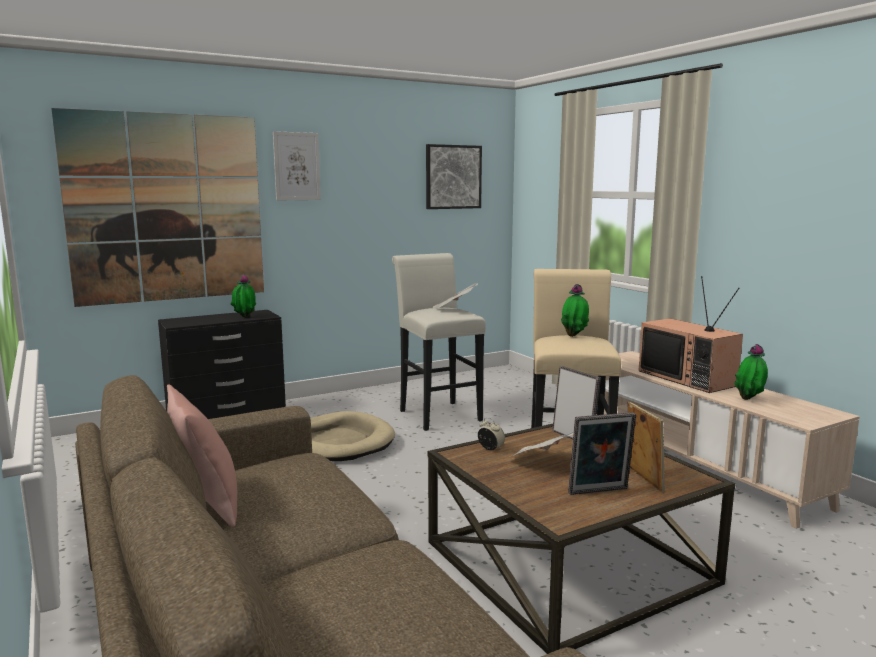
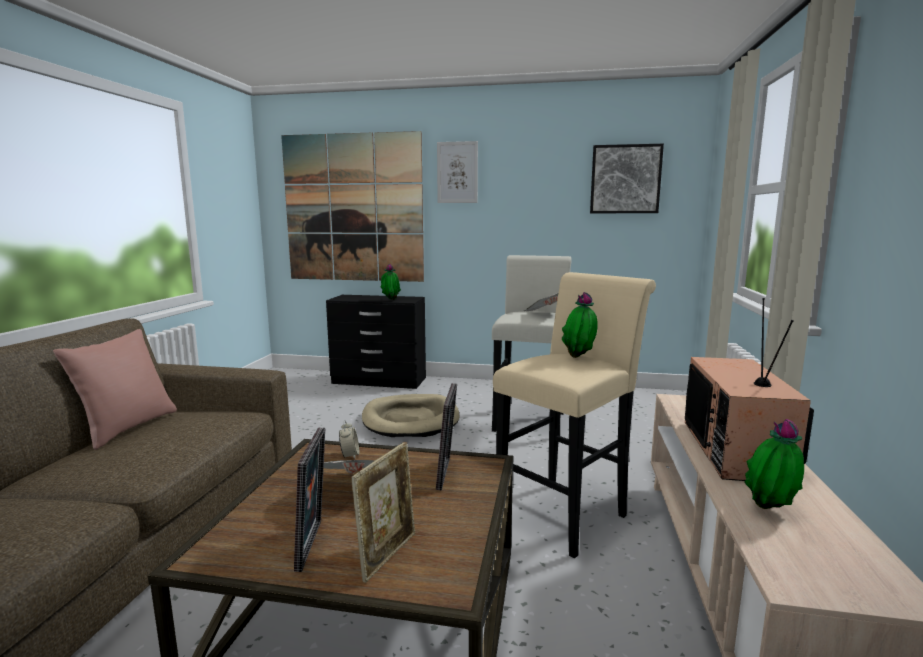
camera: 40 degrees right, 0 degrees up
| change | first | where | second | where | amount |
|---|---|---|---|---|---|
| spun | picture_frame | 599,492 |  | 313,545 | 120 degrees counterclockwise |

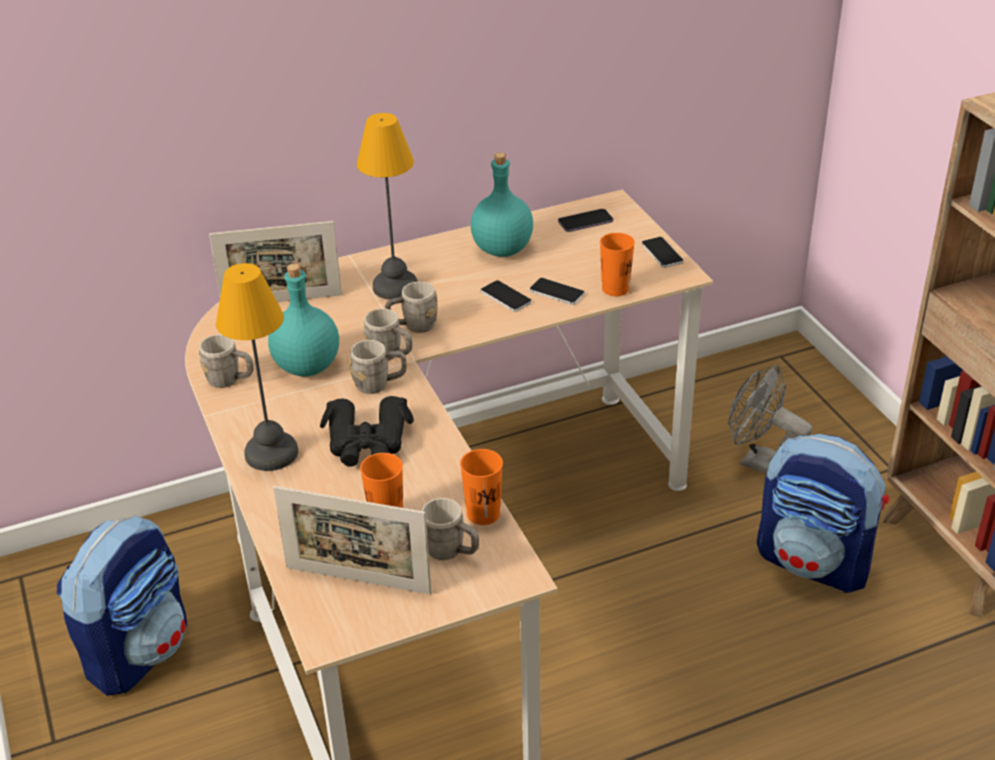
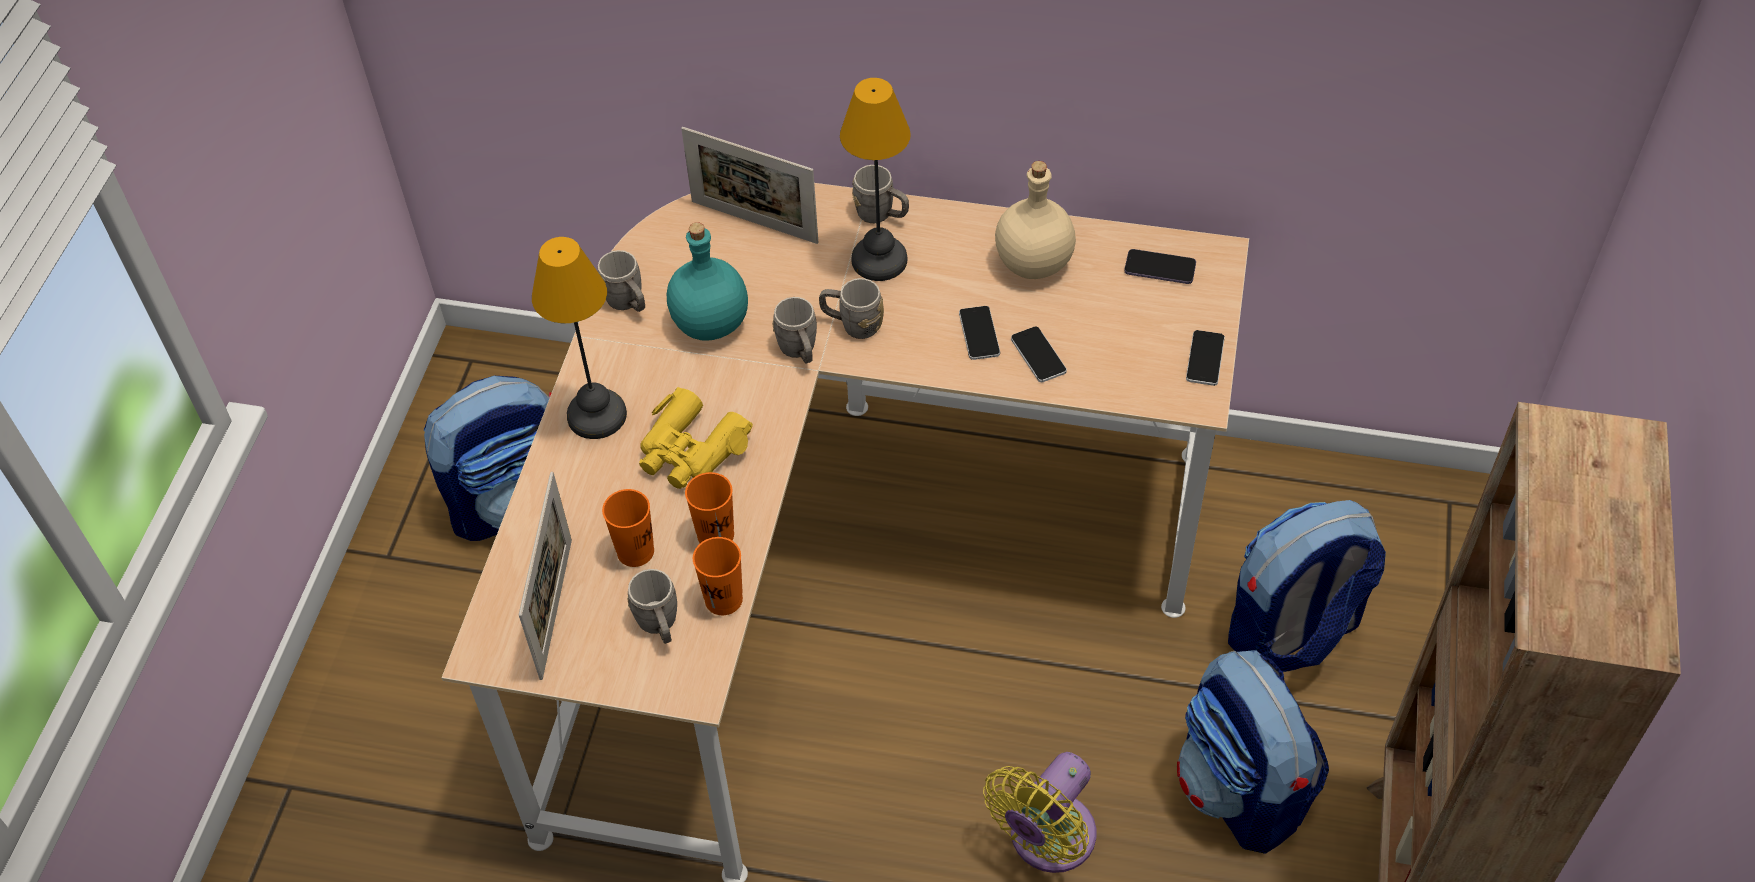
camera: 35 degrees right, 15 degrees up
| change | first | where | second | where | amount |
|---|---|---|---|---|---|
| appeared |  |  | yellow_electric_fan | 1046,840 |  |
| relocated | grey_mug | 379,384 |  | 881,215 |  |
| relocated | orange_drinking_cup | 615,289 |  | 715,535 |  |
| exchanged | grey_electric_fan | 760,463 | backpack | 1292,632 |  |
| colour | blackish_binoculars | 367,442 | yellow_binoculars | 690,450 |  |
| colour | turquoise-coloured_drink_bottle | 501,250 | sand-coloured_drink_bottle | 1032,263 |  |
| spun | picture_frame | 358,580 |  | 556,608 | 135 degrees counterclockwise |

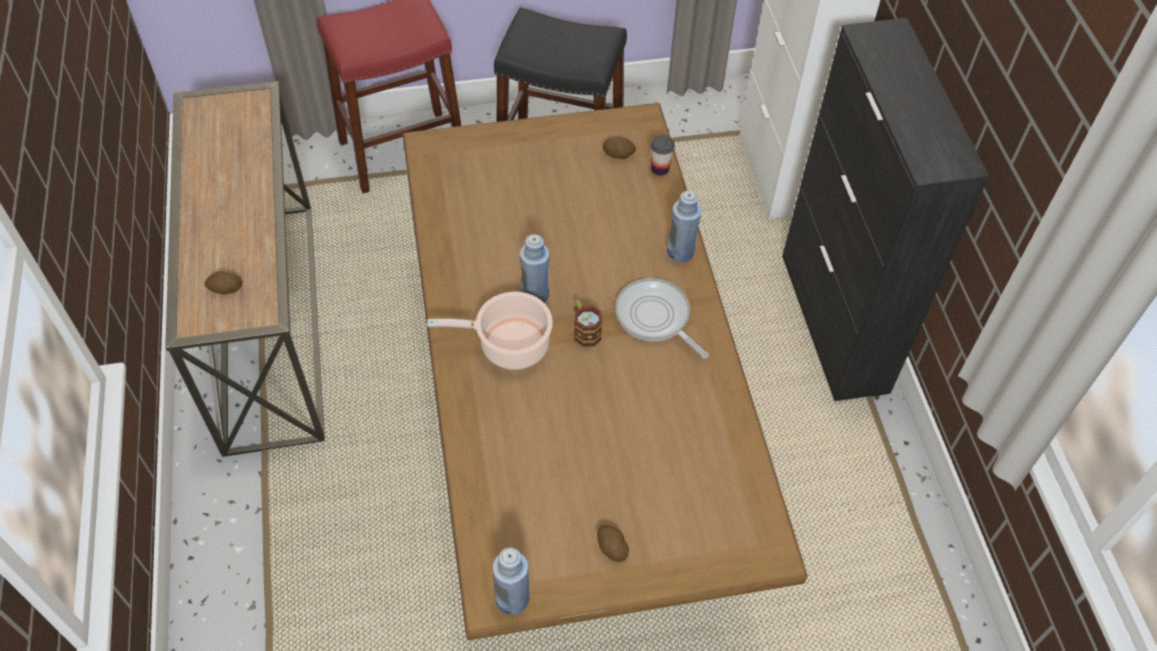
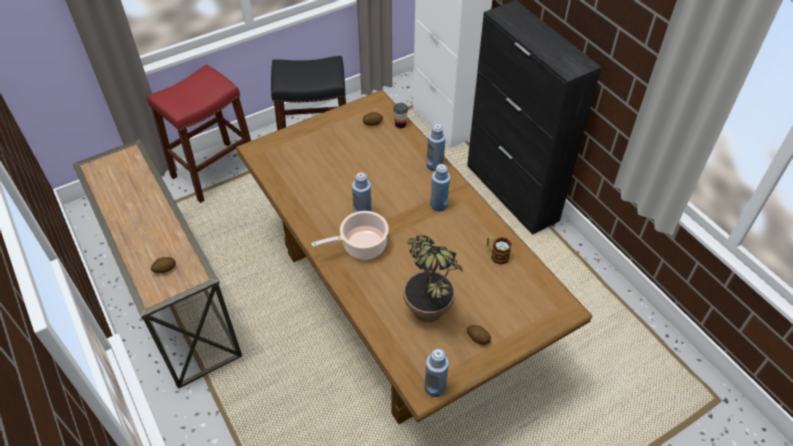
camera: 20 degrees left, 5 degrees down
| change | first | where | second | where | amount |
|---|---|---|---|---|---|
| appeared |  |  | plant_in_a_pot | 428,320 |  |
| relocated | mug | 584,330 |  | 496,254 |  |
| exchanged | frying_pan | 655,318 | bluish_drink_bottle | 438,205 |  |

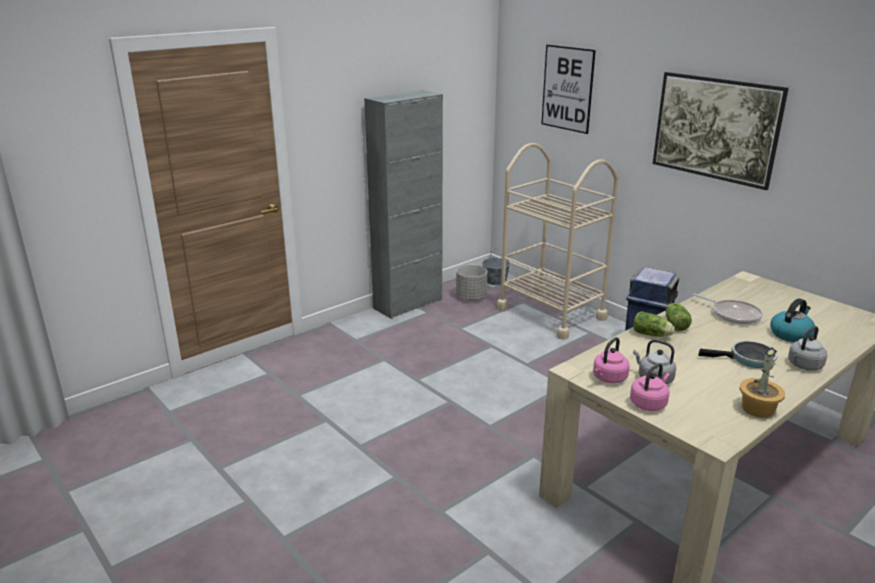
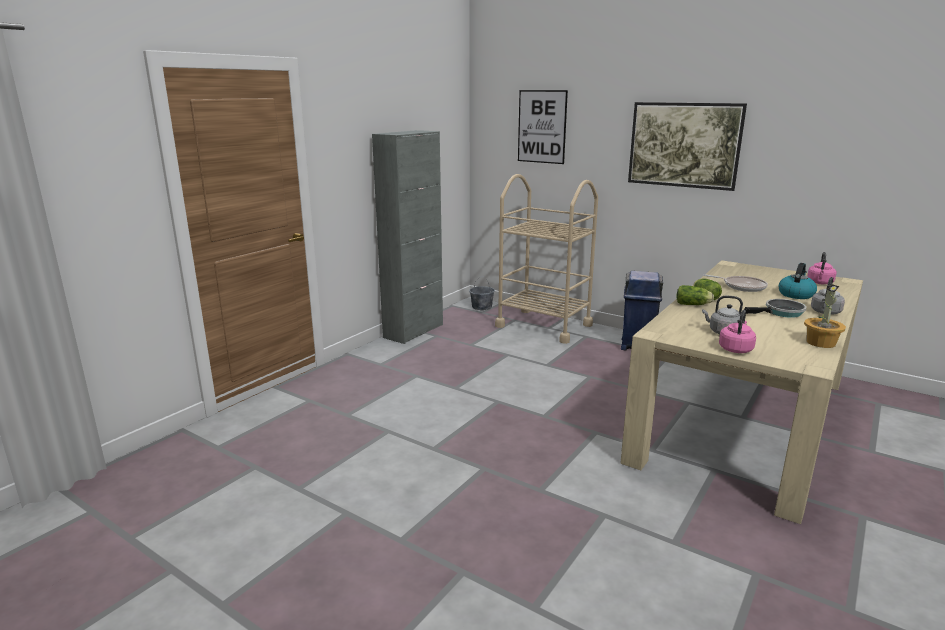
camera: 15 degrees left, 5 degrees down
| change | first | where | second | where | amount |
|---|---|---|---|---|---|
| missing | grey_flower_pot | 471,297 |  |  |  |
| relocated | pinkish_tea_kettle | 608,378 |  | 820,283 |  |

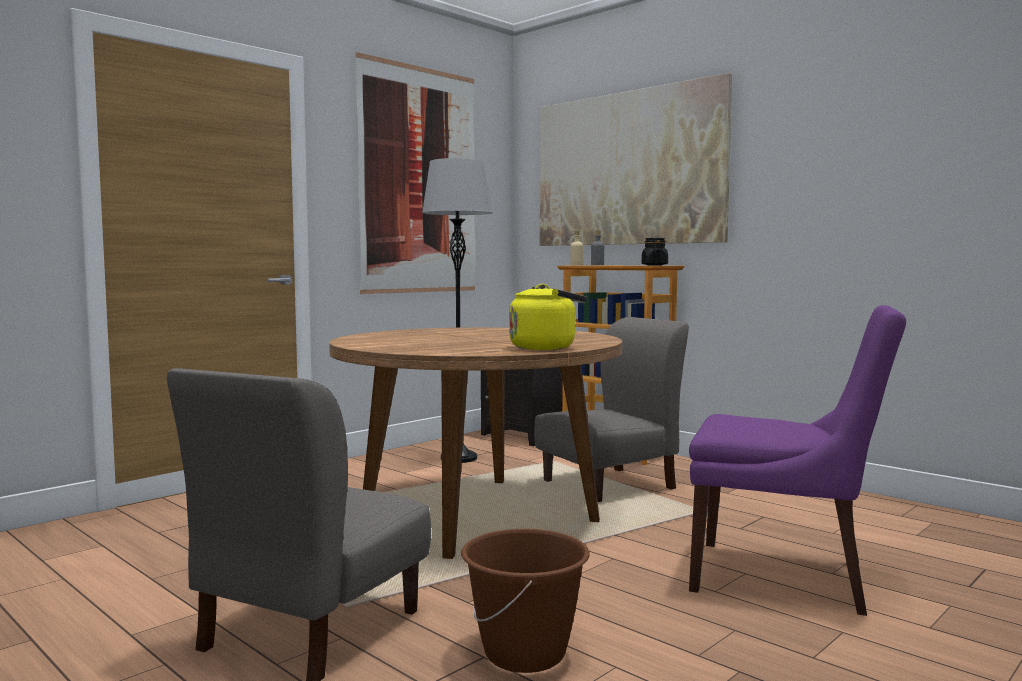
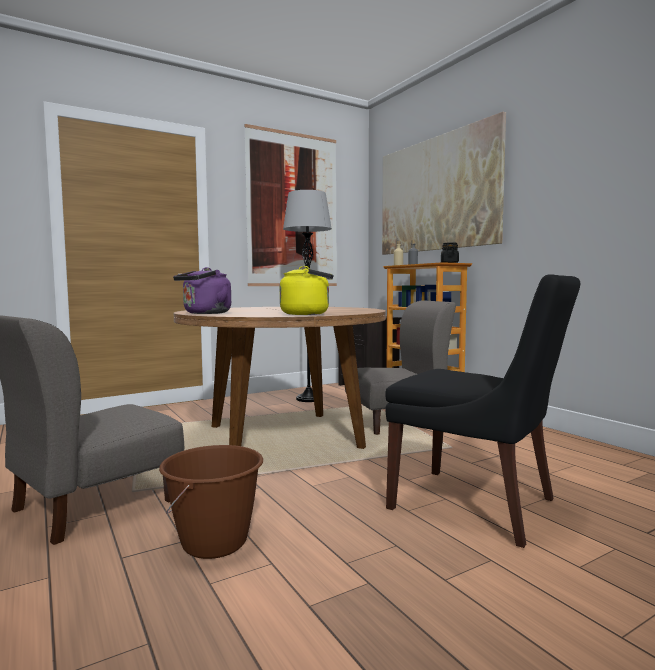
camera: 15 degrees right, 0 degrees up
| change | first | where | second | where | amount |
|---|---|---|---|---|---|
| appeared |  |  | purple-coloured_tea_kettle | 205,313 |  |
| colour | purple-coloured_upright_chair | 786,577 | blackish_upright_chair | 478,506 |  |

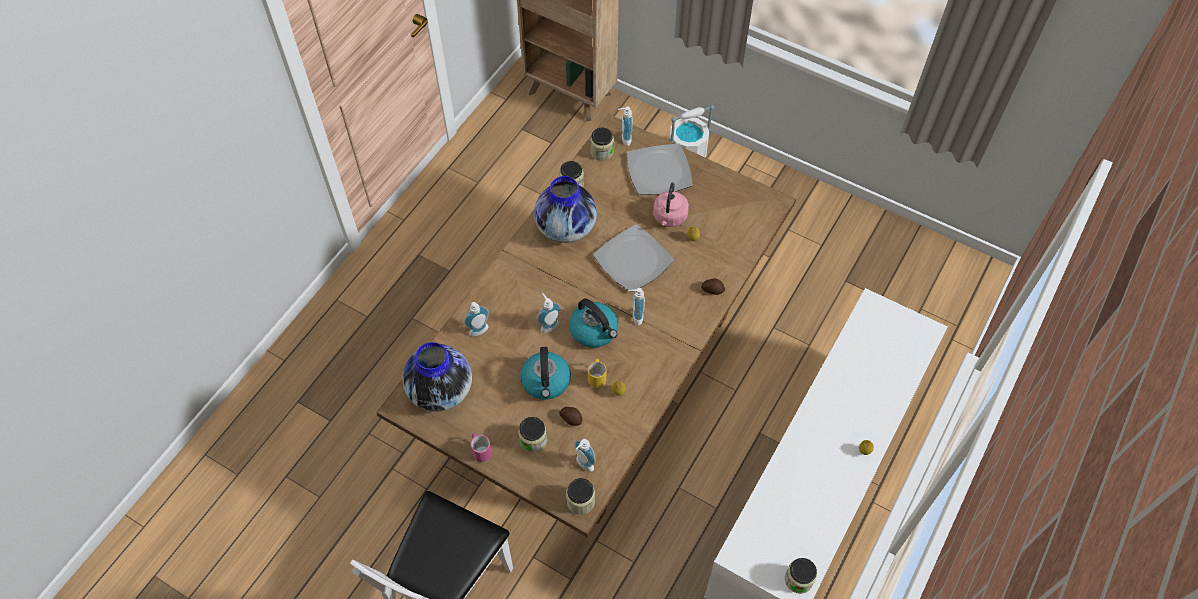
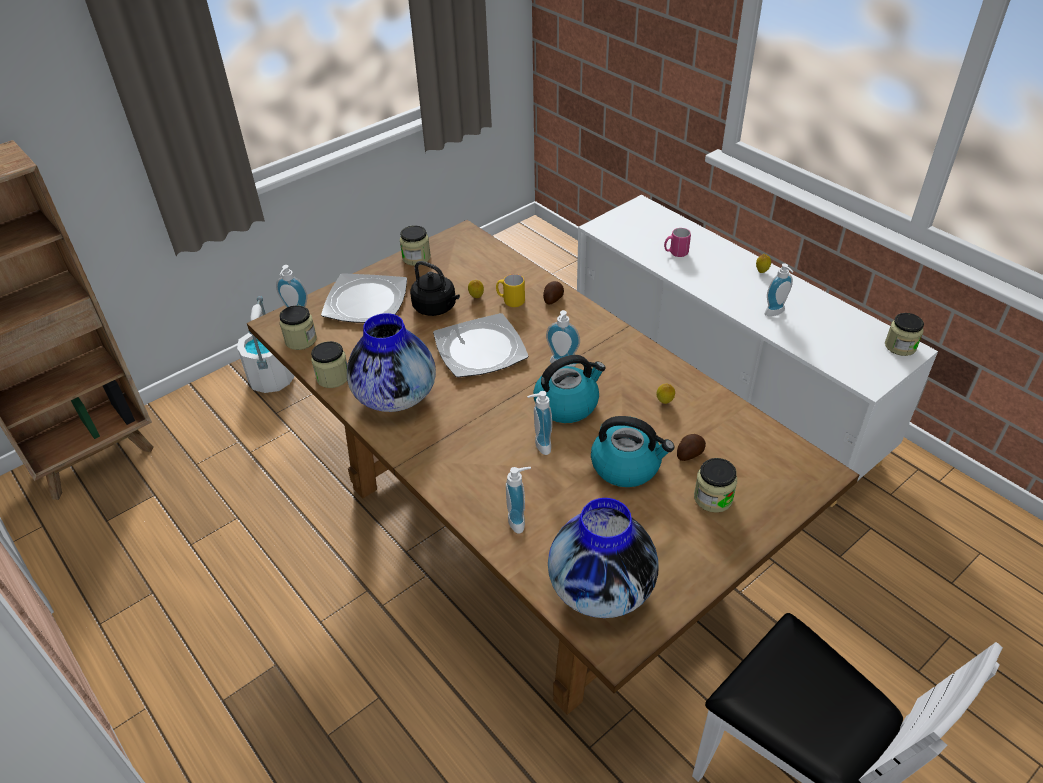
camera: 70 degrees left, 15 degrees down
| change | first | where | second | where | amount |
|---|---|---|---|---|---|
| relocated | pinkish_mug | 480,450 |  | 675,253 |  |
| relocated | jar | 580,501 |  | 416,258 |  |
| relocated | liquid_soap_bottle | 583,465 |  | 776,313 |  |
| relocated | yellow_mug | 597,377 |  | 510,301 |  |
| colour | pinkish_tea_kettle | 669,217 | blackish_tea_kettle | 436,308 |  |

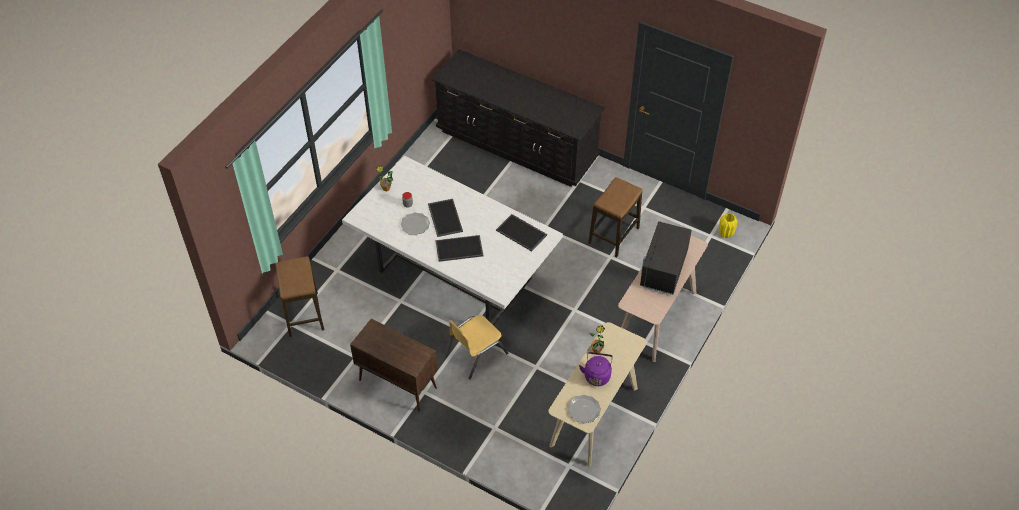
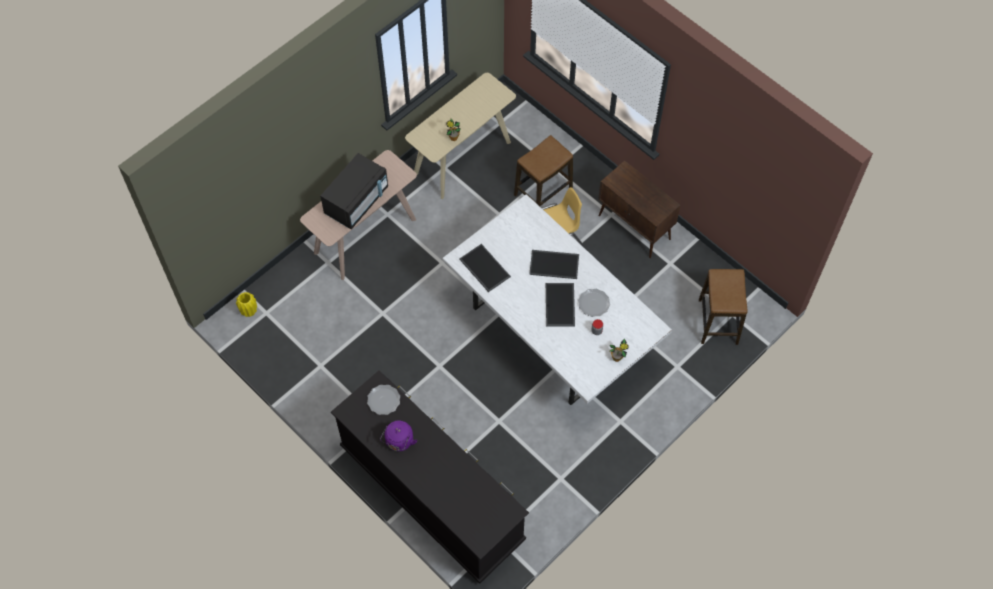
camera: 165 degrees left, 10 degrees up
| change | first | where | second | where | amount |
|---|---|---|---|---|---|
| relocated | dinner_plate | 584,410 |  | 383,400 |  |
| relocated | purple-coloured_tea_kettle | 597,375 |  | 399,442 |  |
| relocated | stool | 613,236 |  | 543,192 |  |

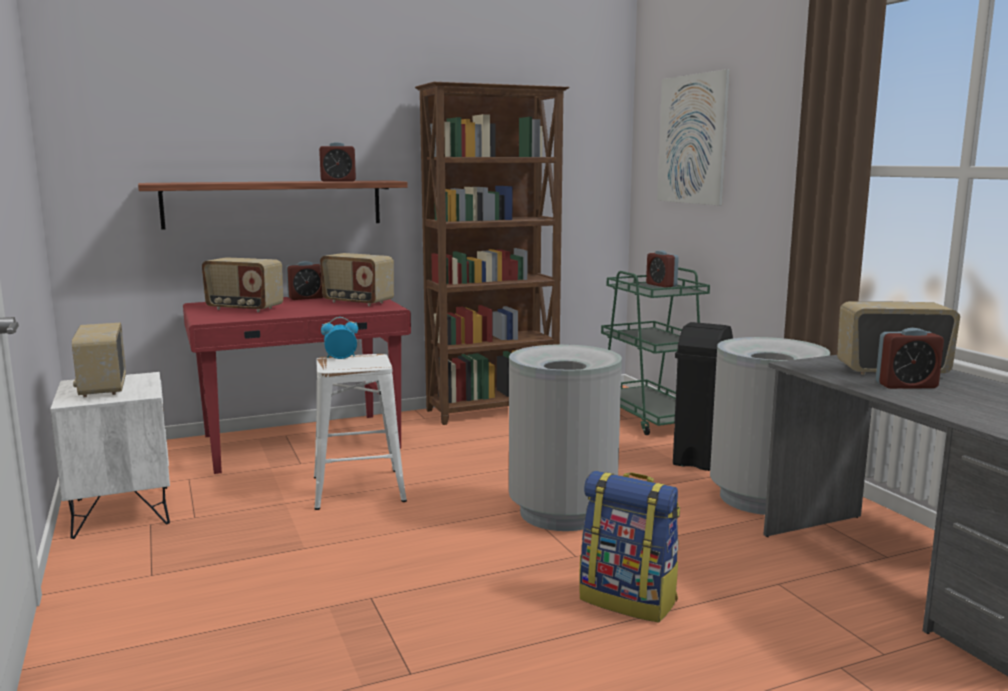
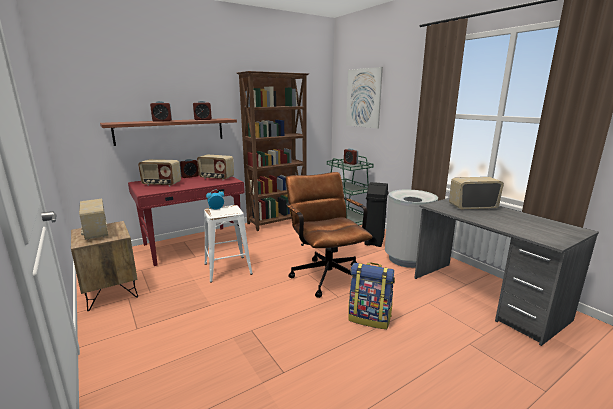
camera: 10 degrees left, 5 degrees up
| change | first | where | second | where | amount |
|---|---|---|---|---|---|
| relocated | bedside_clock | 906,385 |  | 162,121 |  |
| exchanged | grey_waste_bin | 562,512 | brown-coloured_desk_chair | 325,274 |  |
| colour | whitish_nightstand | 121,511 | brown-coloured_nightstand | 110,292 |  |

